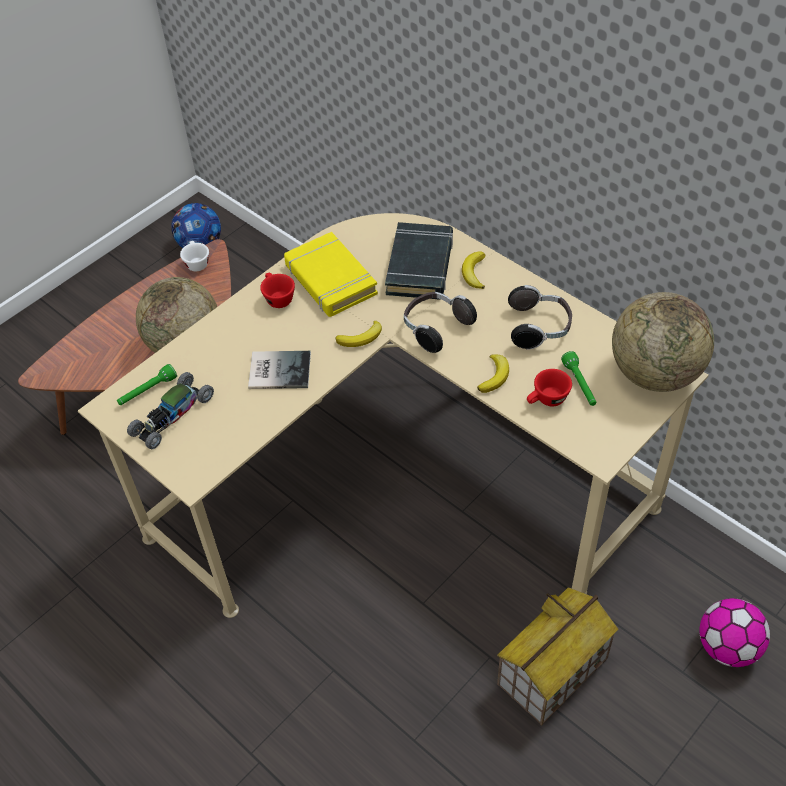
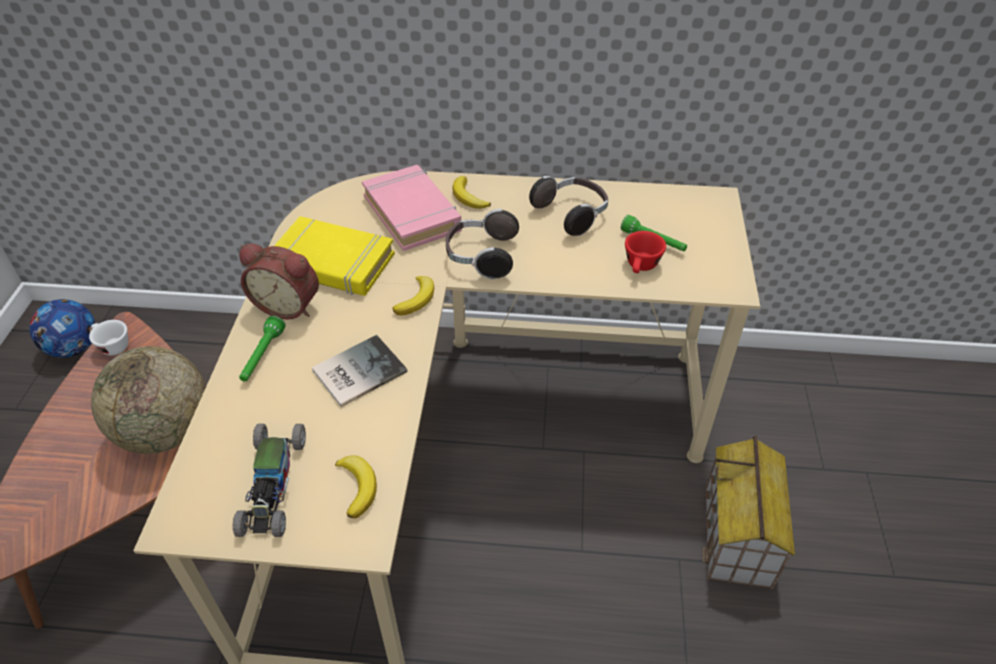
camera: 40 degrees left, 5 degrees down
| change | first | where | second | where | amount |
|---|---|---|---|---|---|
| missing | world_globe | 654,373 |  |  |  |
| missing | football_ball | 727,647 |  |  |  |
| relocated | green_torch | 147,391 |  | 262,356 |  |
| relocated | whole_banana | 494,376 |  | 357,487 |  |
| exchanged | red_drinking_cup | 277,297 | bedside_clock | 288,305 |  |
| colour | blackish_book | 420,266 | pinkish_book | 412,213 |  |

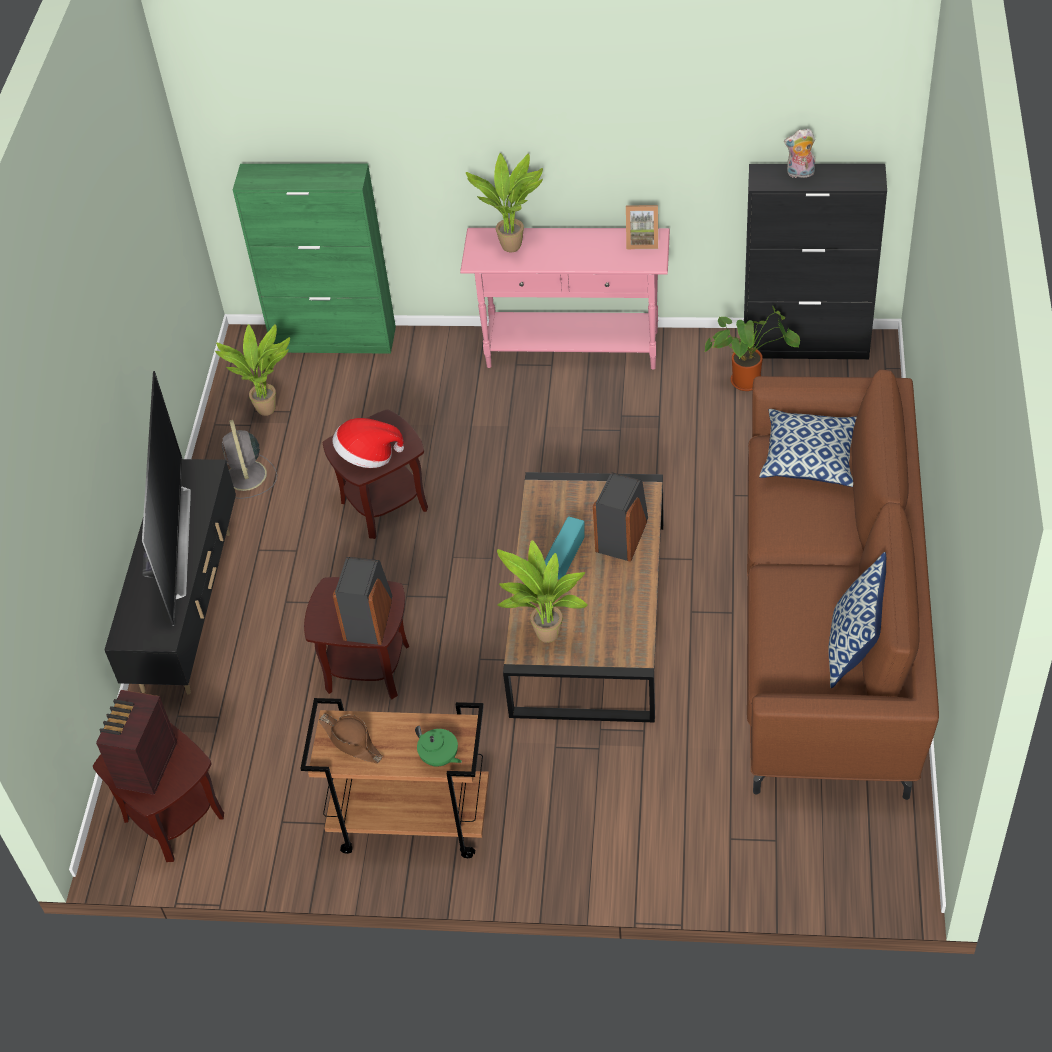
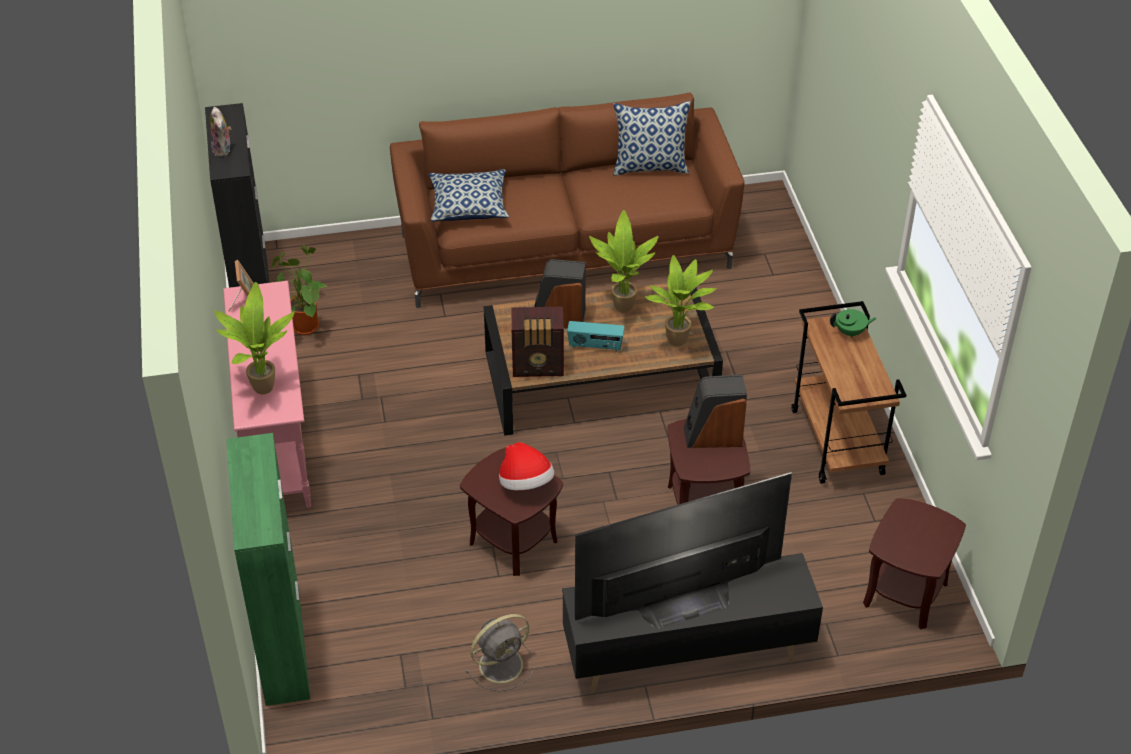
camera: 110 degrees left, 5 degrees down
| change | first | where | second | where | amount |
|---|---|---|---|---|---|
| missing | brown-coloured_wearable_hat | 351,741 |  |  |  |
| relocated | radio_receiver | 145,766 |  | 539,366 |  |
| relocated | plant_in_a_pot | 268,408 |  | 620,307 |  |
| spun | green_teapot | 439,758 |  | 850,332 | 60 degrees clockwise |

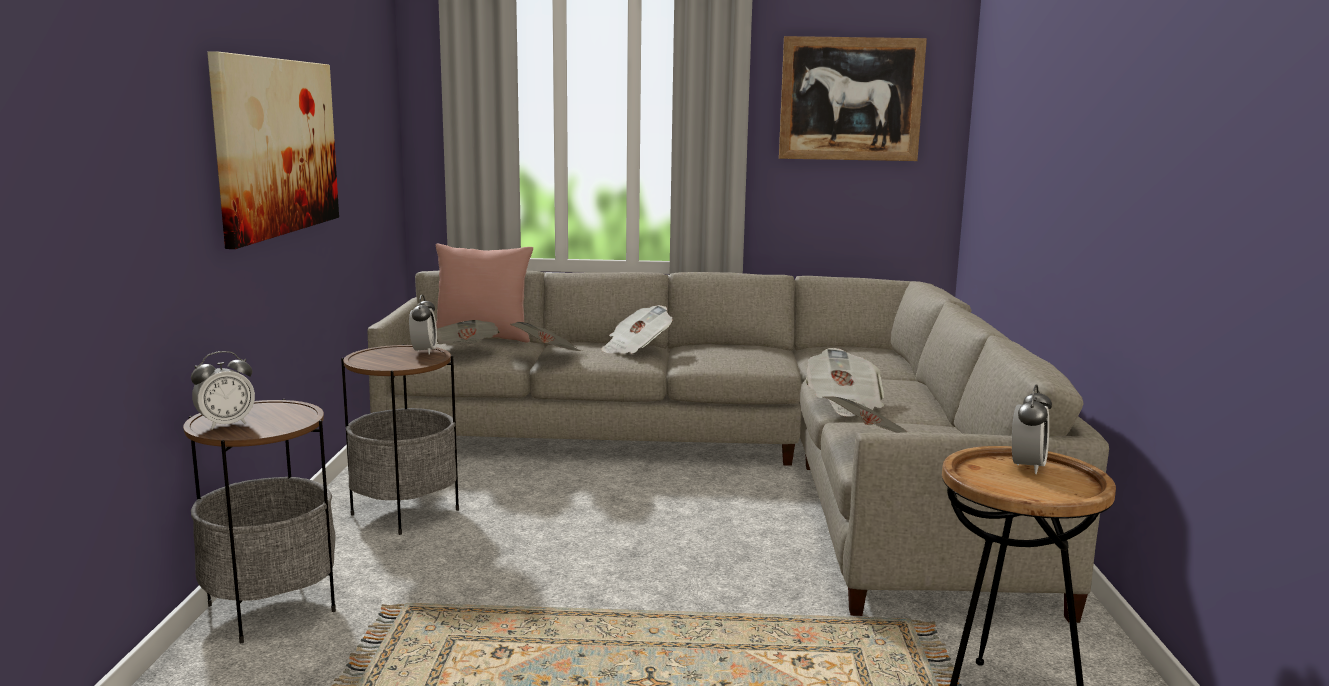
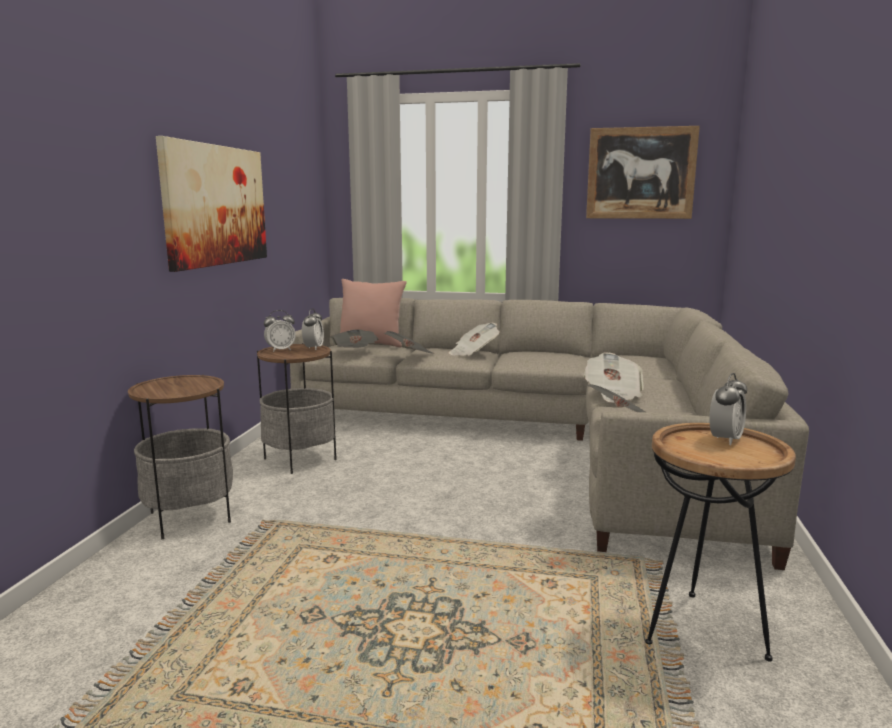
camera: 10 degrees right, 0 degrees up
| change | first | where | second | where | amount |
|---|---|---|---|---|---|
| relocated | bedside_clock | 226,424 |  | 280,350 |  |

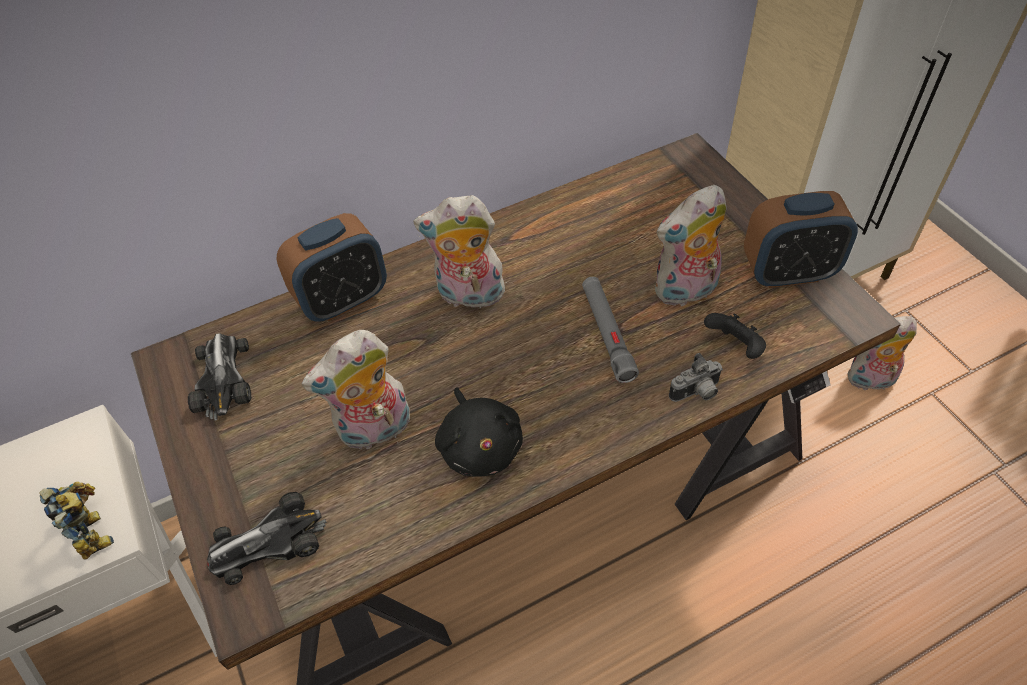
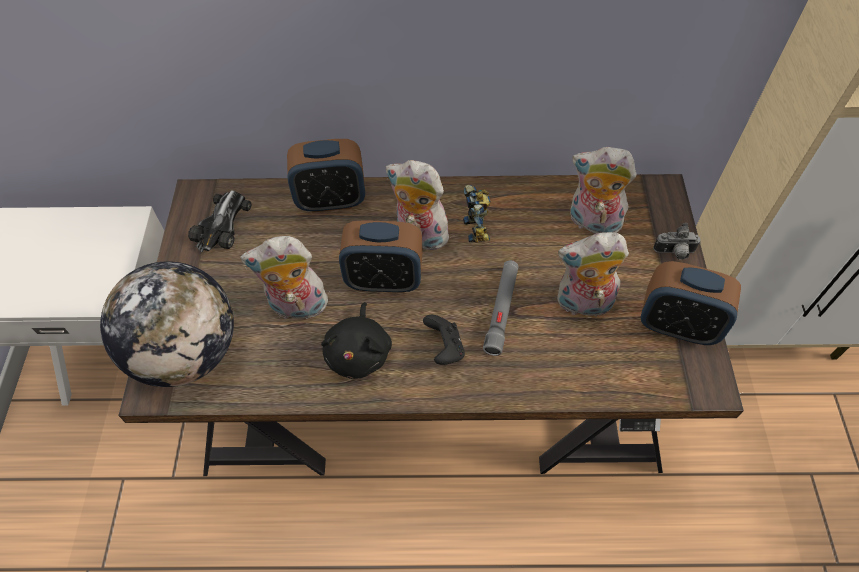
camera: 25 degrees right, 5 degrees up
| change | first | where | second | where | amount |
|---|---|---|---|---|---|
| appeared |  |  | bedside_clock | 384,280 |  |
| relocated | toy_robot | 95,531 |  | 478,228 |  |
| relocated | still_camera | 696,393 |  | 674,253 |  |
| relocated | blackish_joypad | 735,347 |  | 445,348 |  |
| relocated | soft_toy | 870,381 |  | 592,223 |  |
| exchanged | miniature_car | 268,542 | world_globe | 188,352 |  |

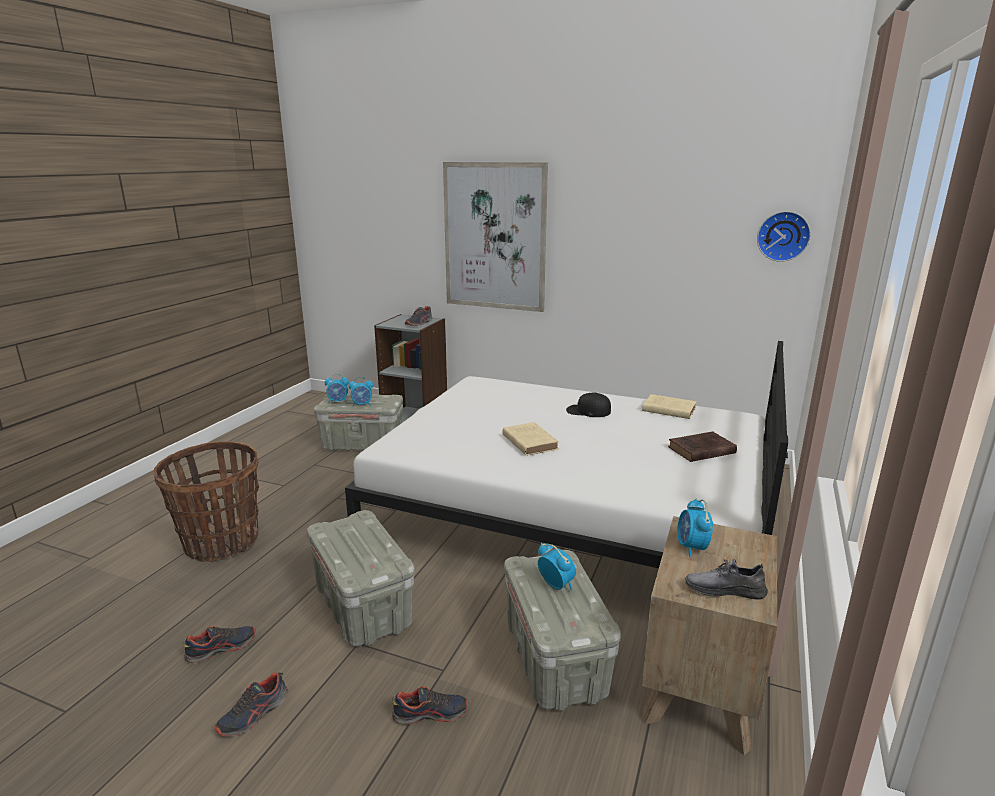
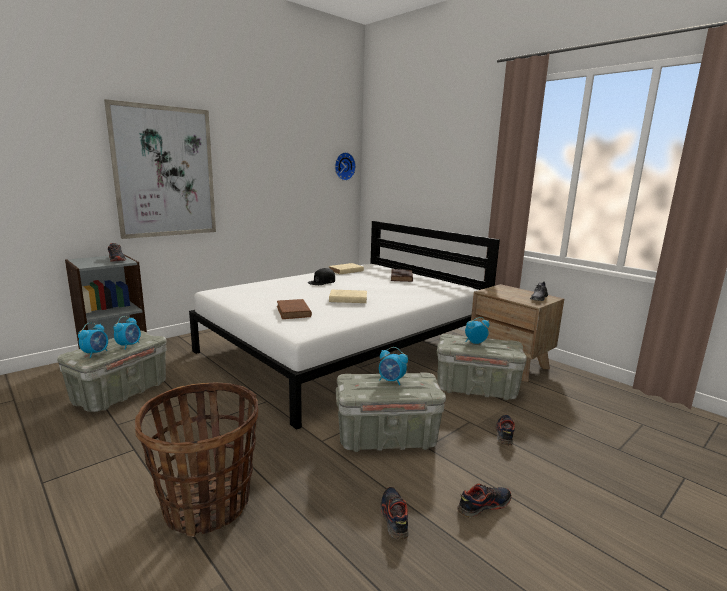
camera: 65 degrees left, 5 degrees down
| change | first | where | second | where | amount |
|---|---|---|---|---|---|
| appeared |  |  | brown-coloured_book | 293,312 |  |
| relocated | bedside_clock | 691,547 |  | 391,381 |  |
| spun | low_shoe | 253,714 |  | 483,505 | 90 degrees counterclockwise |

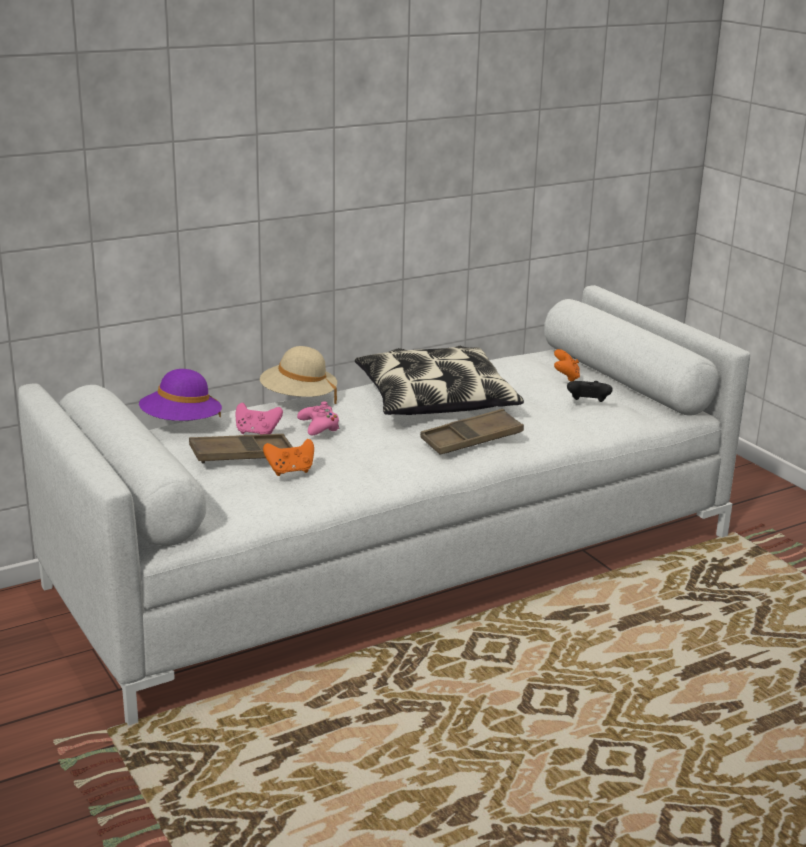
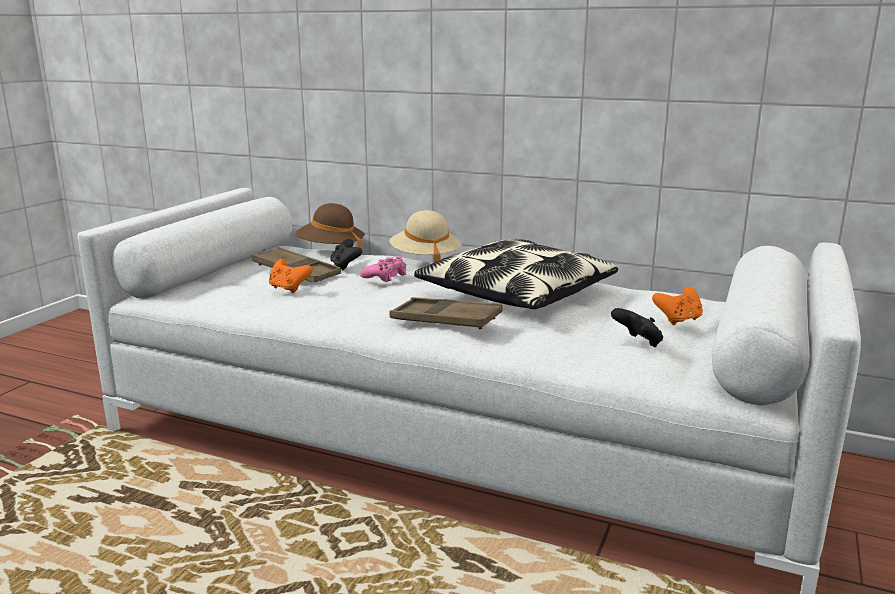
camera: 55 degrees right, 5 degrees down
| change | first | where | second | where | amount |
|---|---|---|---|---|---|
| colour | purple-coloured_wearable_hat | 181,424 | brown-coloured_wearable_hat | 331,250 |  |
| colour | pinkish_joypad | 257,433 | blackish_joypad | 345,266 |  |

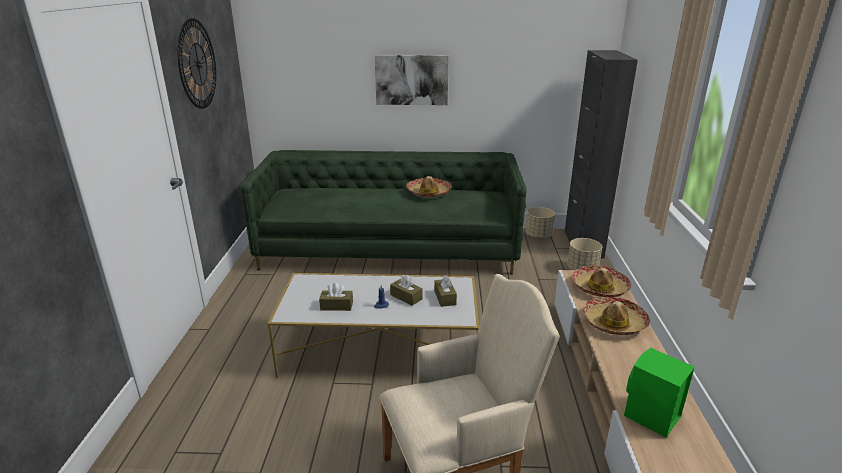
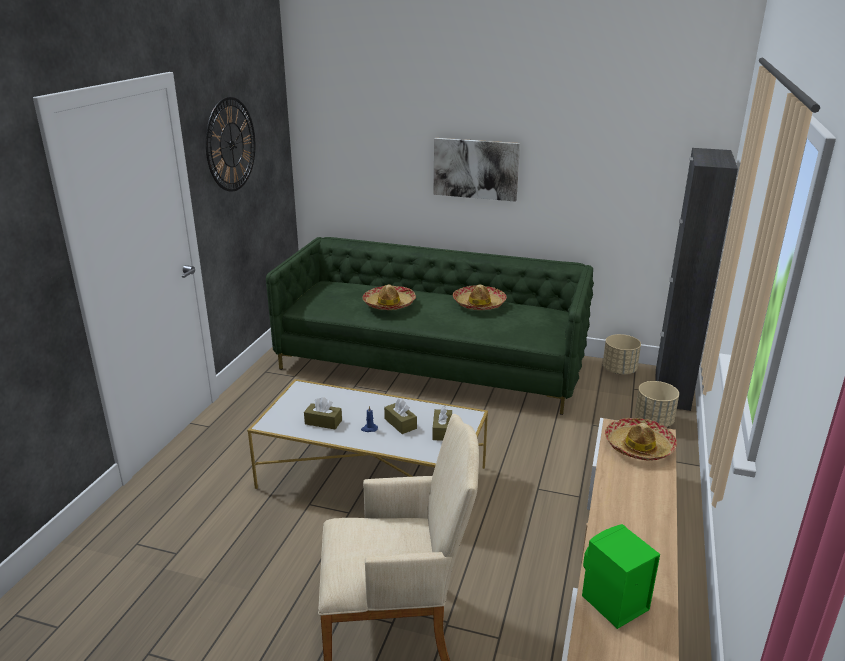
camera: 15 degrees right, 0 degrees up
| change | first | where | second | where | amount |
|---|---|---|---|---|---|
| relocated | wearable_hat | 614,323 |  | 389,304 |  |

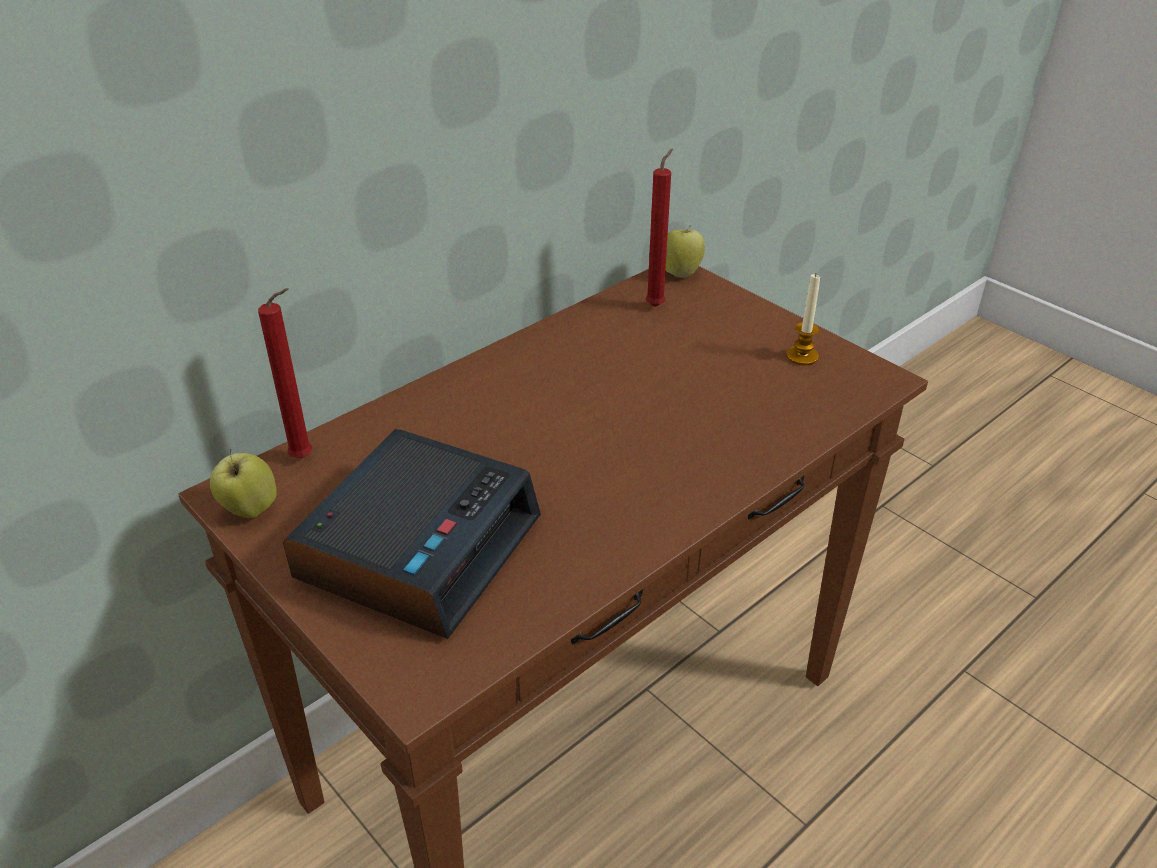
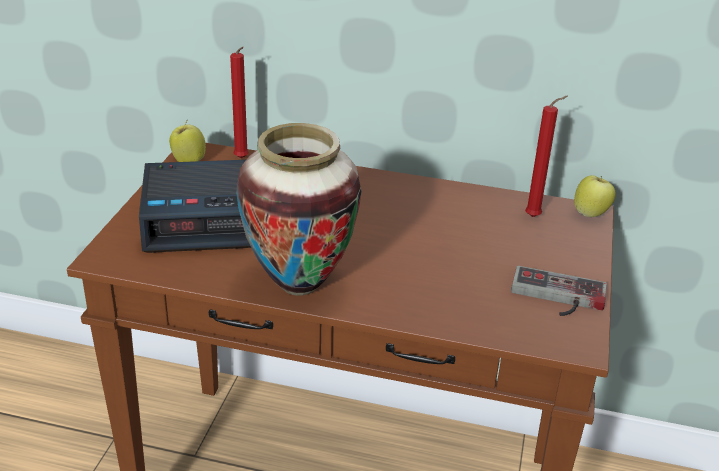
camera: 55 degrees right, 5 degrees down
| change | first | where | second | where | amount |
|---|---|---|---|---|---|
| appeared |  |  | vase | 298,284 |  |
| exchanged | wax_light | 802,356 | joypad | 557,297 |  |

